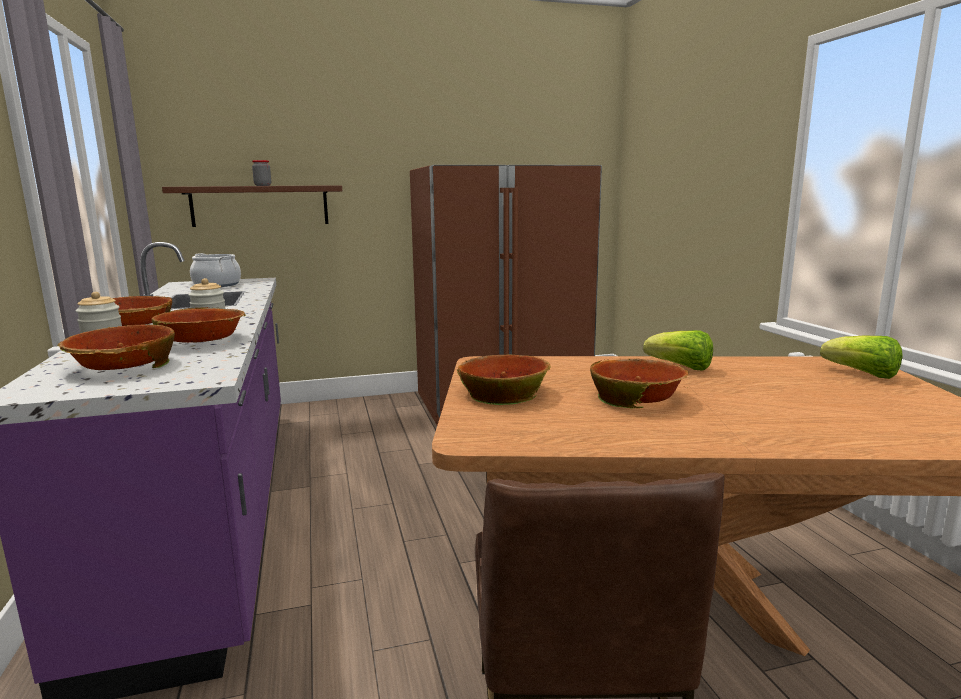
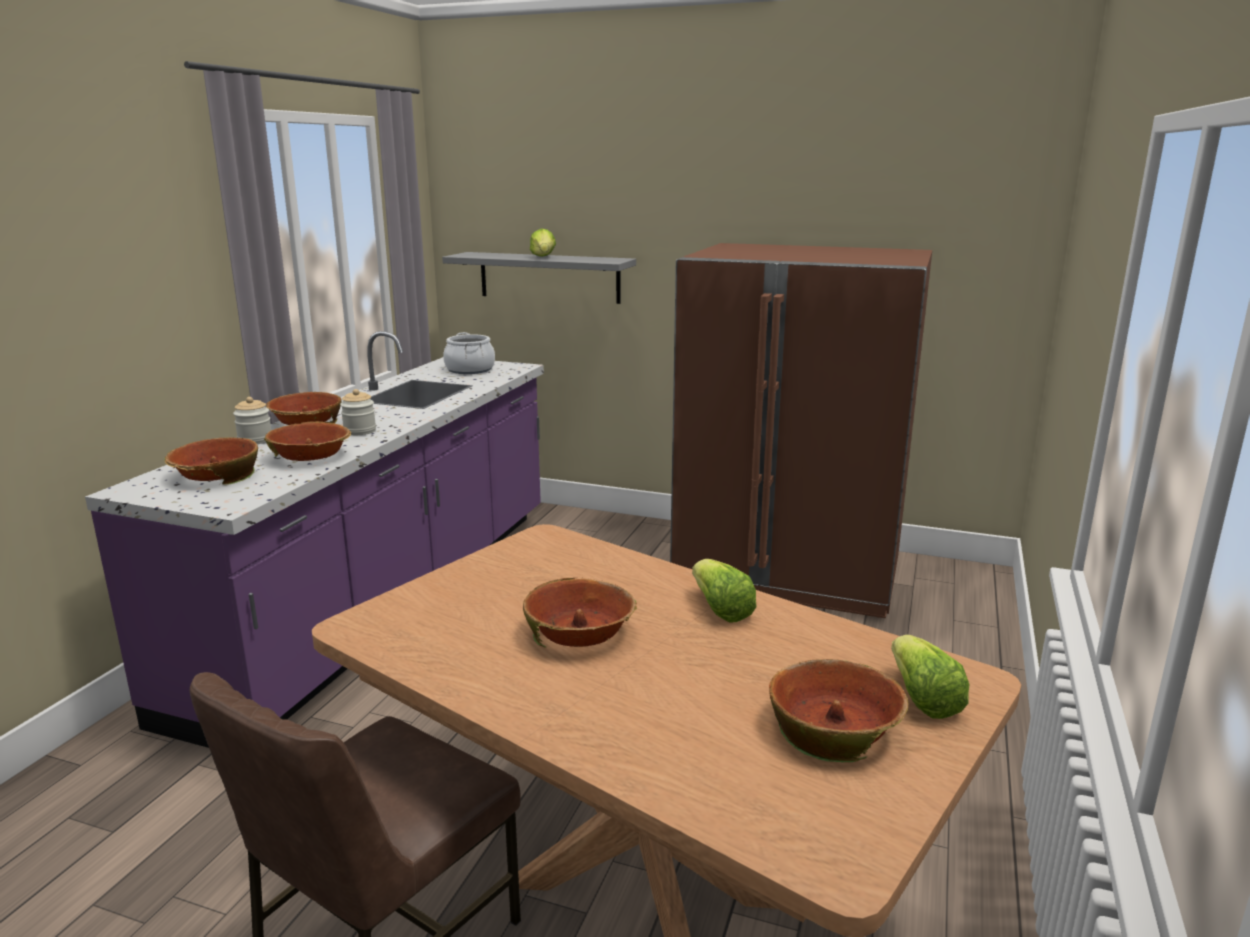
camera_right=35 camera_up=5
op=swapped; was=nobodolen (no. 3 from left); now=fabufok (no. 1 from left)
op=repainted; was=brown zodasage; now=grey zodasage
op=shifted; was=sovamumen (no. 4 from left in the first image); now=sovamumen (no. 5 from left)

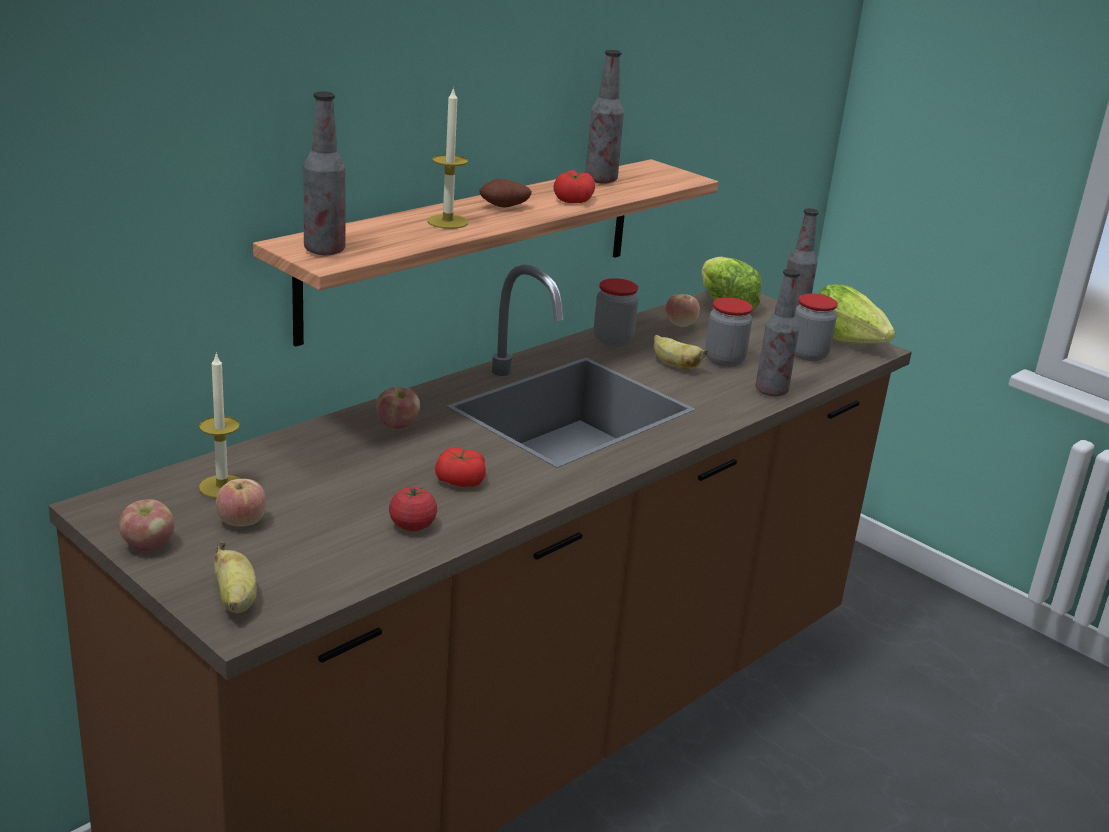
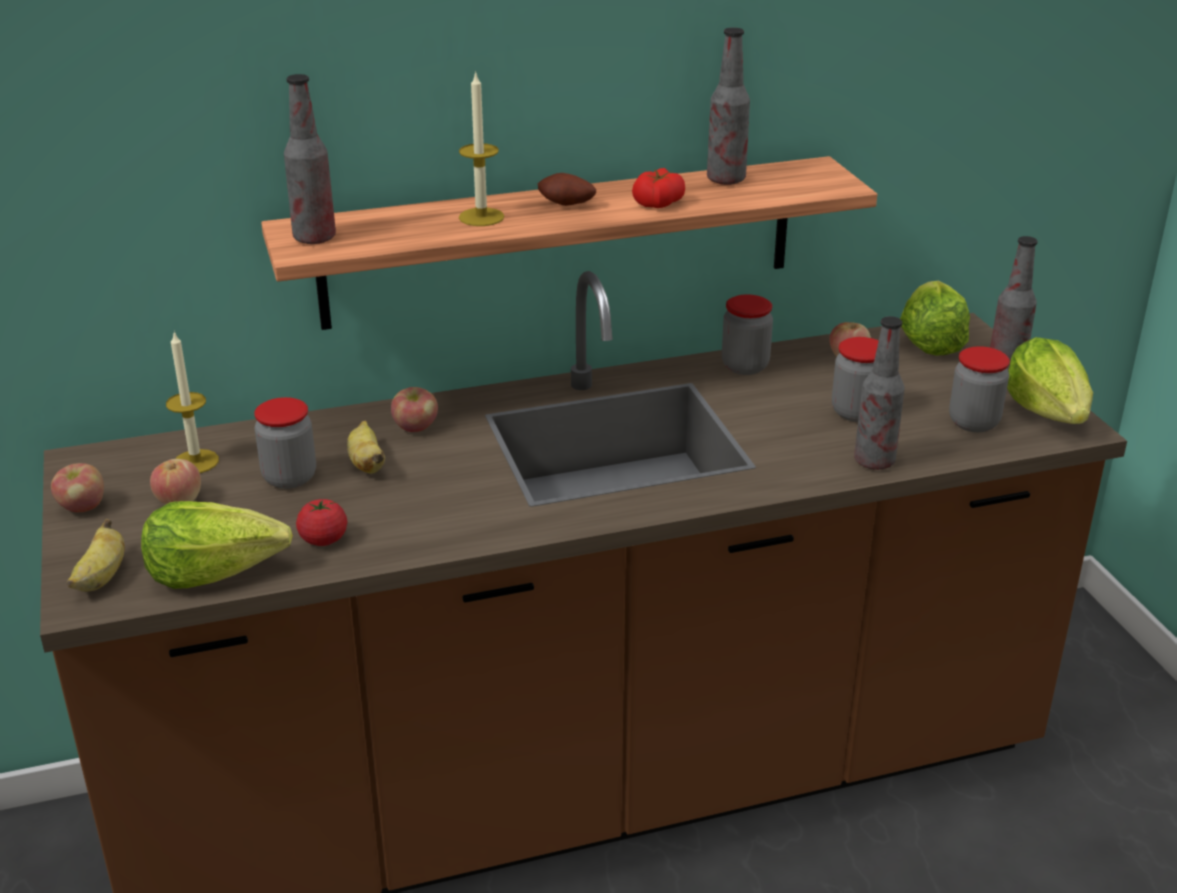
camera_right=30 camera_up=5
op=shifted; was=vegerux (no. 2 from left)
op=gone; was=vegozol (no. 2 from left)
op=new; now=nobodolen (no. 1 from left)
op=new; now=fabufok (no. 1 from left)

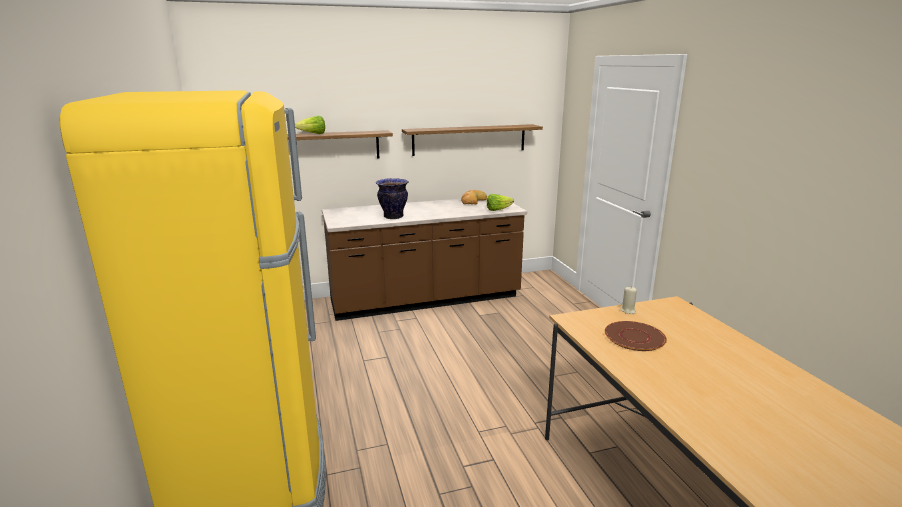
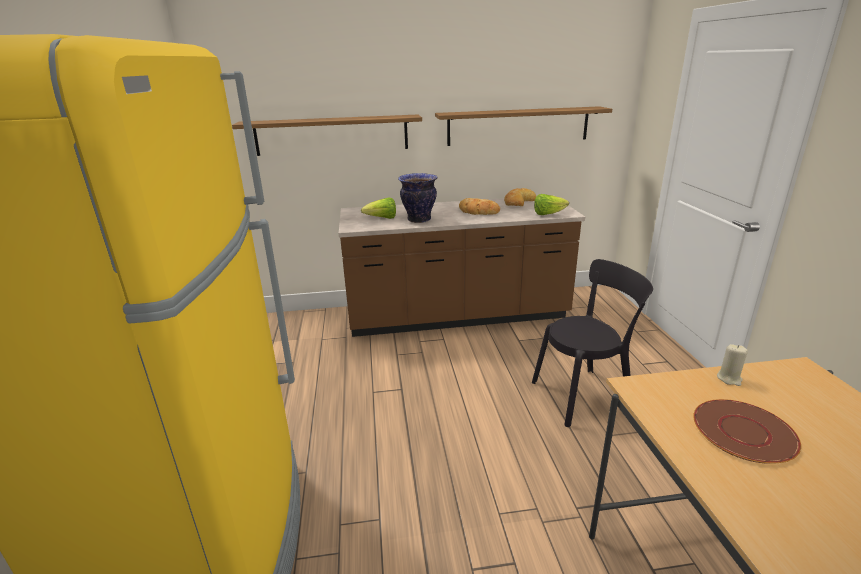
camera_right=10 camera_up=5
op=shifted; was=fabufok (no. 1 from left)
op=new; now=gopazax (no. 1 from left)
op=new; now=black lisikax

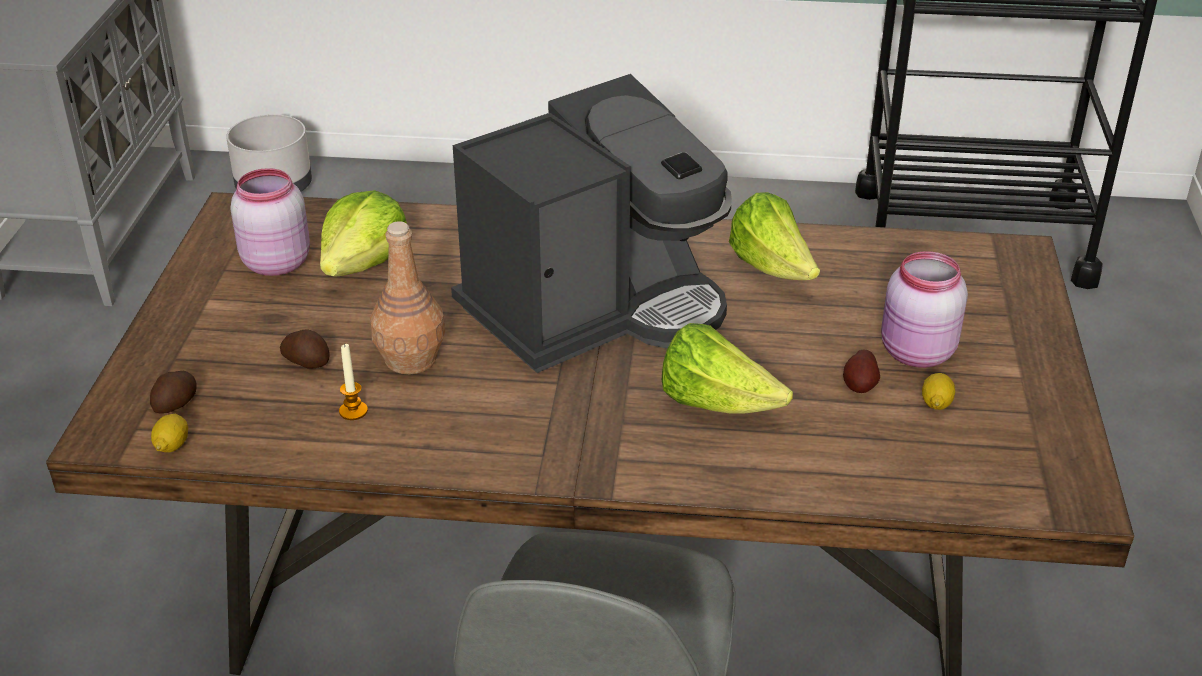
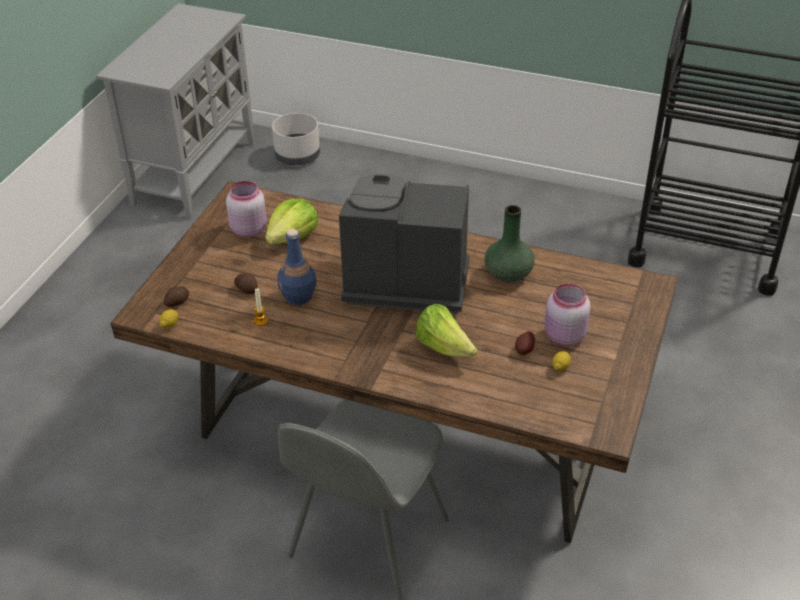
camera_right=15 camera_up=5
op=rotated; was=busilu; clockwise=-150
op=swapped; was=fabufok (no. 3 from left); now=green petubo
op=repainted; was=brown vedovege; now=blue vedovege

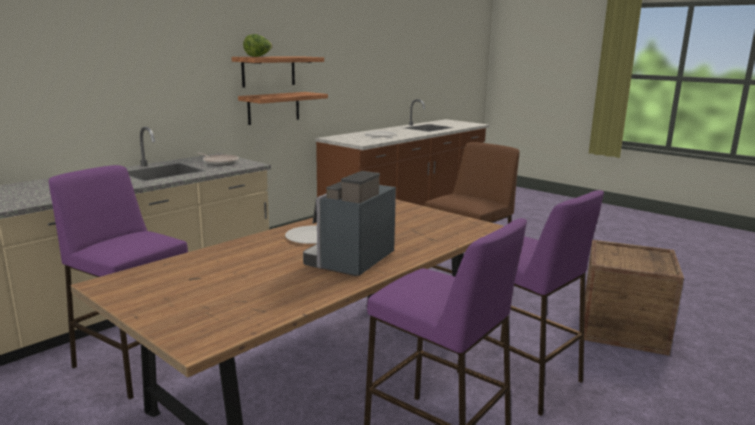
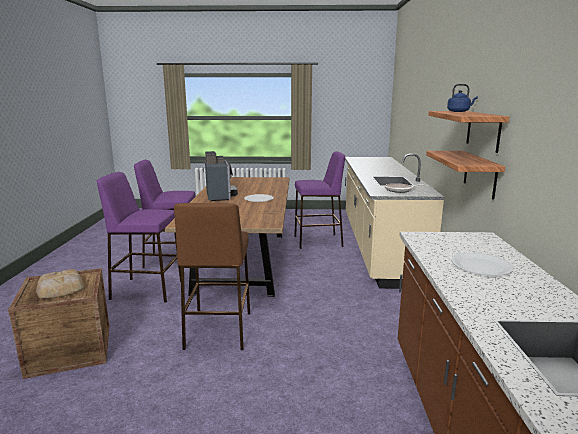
camera_right=140 camera_up=0
op=swapped; was=fabufok; now=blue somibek
op=new; now=gopazax

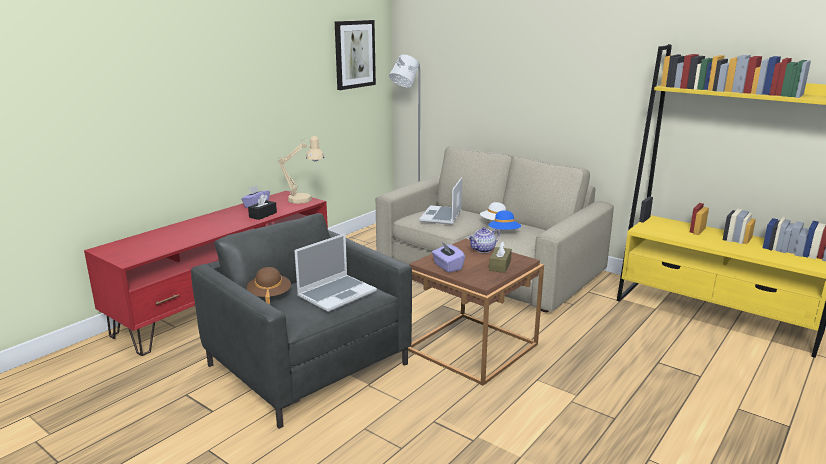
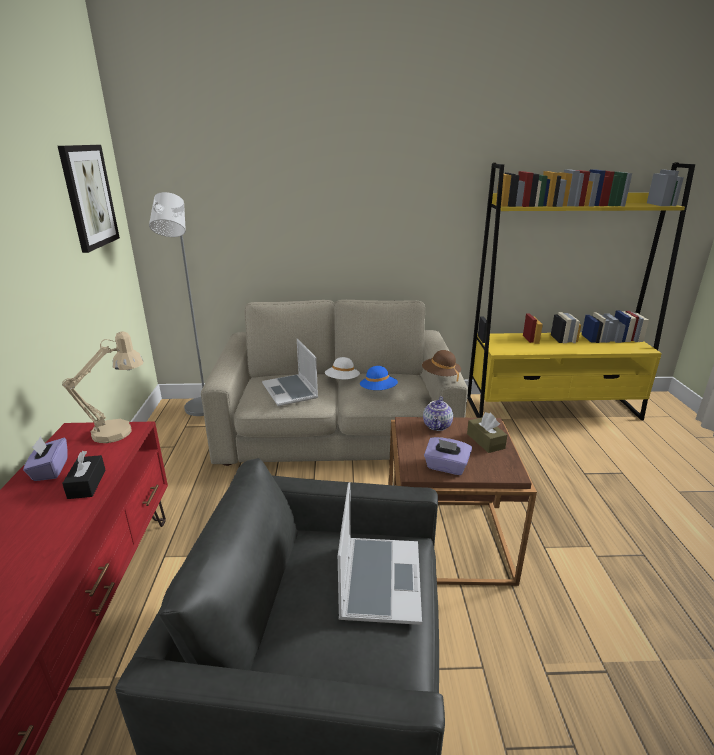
camera_right=-40 camera_up=5
op=shifted; was=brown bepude

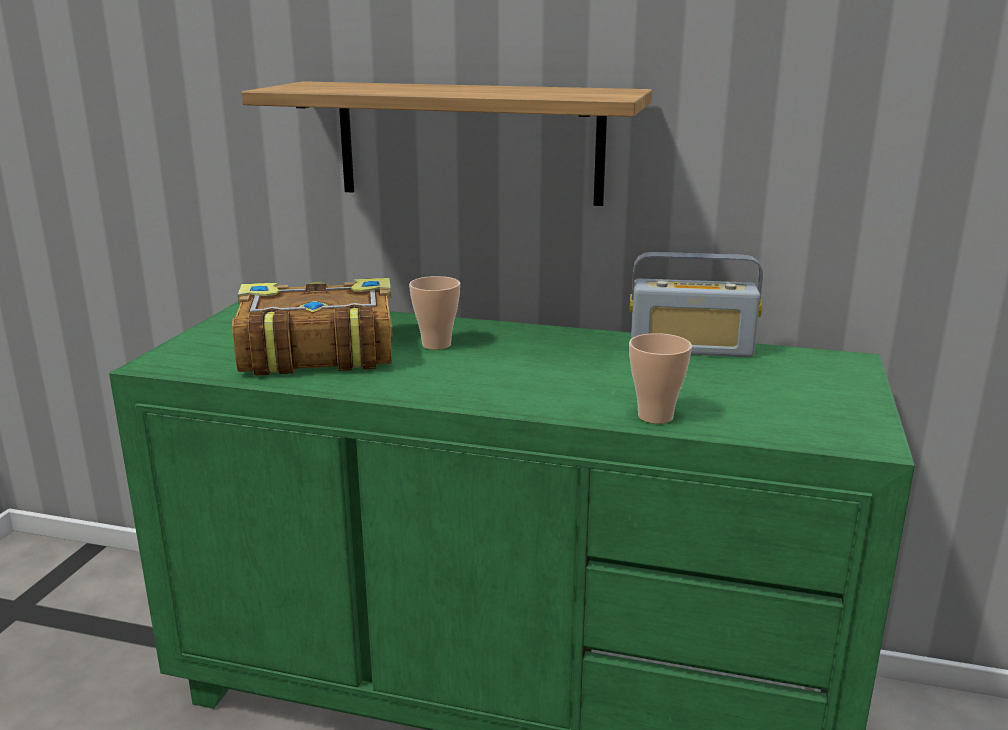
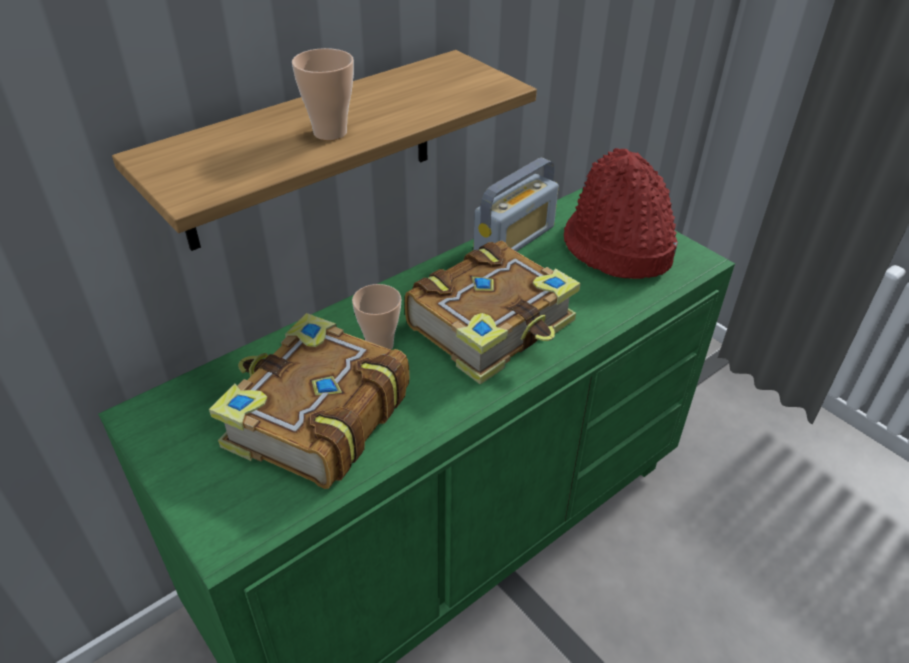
camera_right=-55 camera_up=20
op=shifted; was=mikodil (no. 2 from left in the first image); now=mikodil (no. 1 from left)
op=new; now=red bepude
op=new; now=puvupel (no. 2 from left)

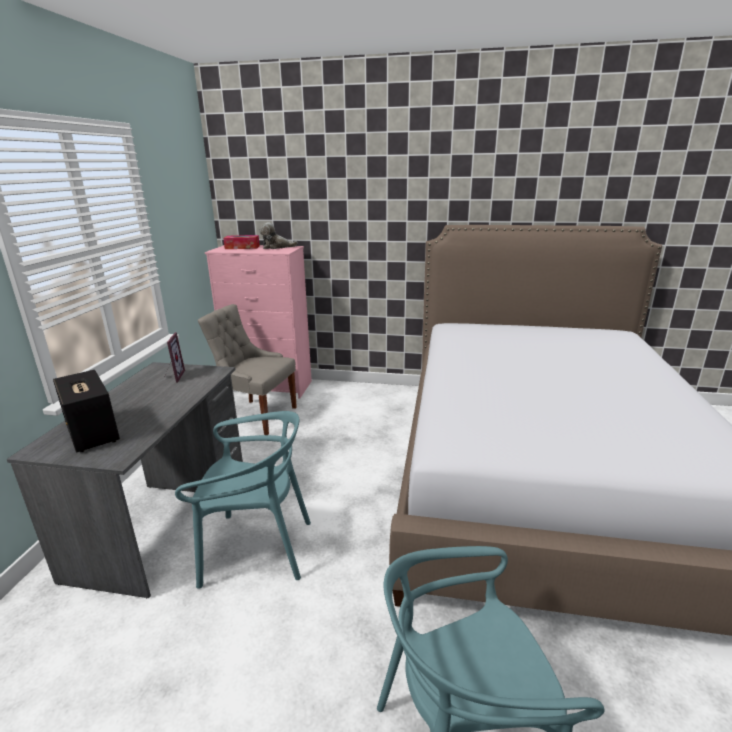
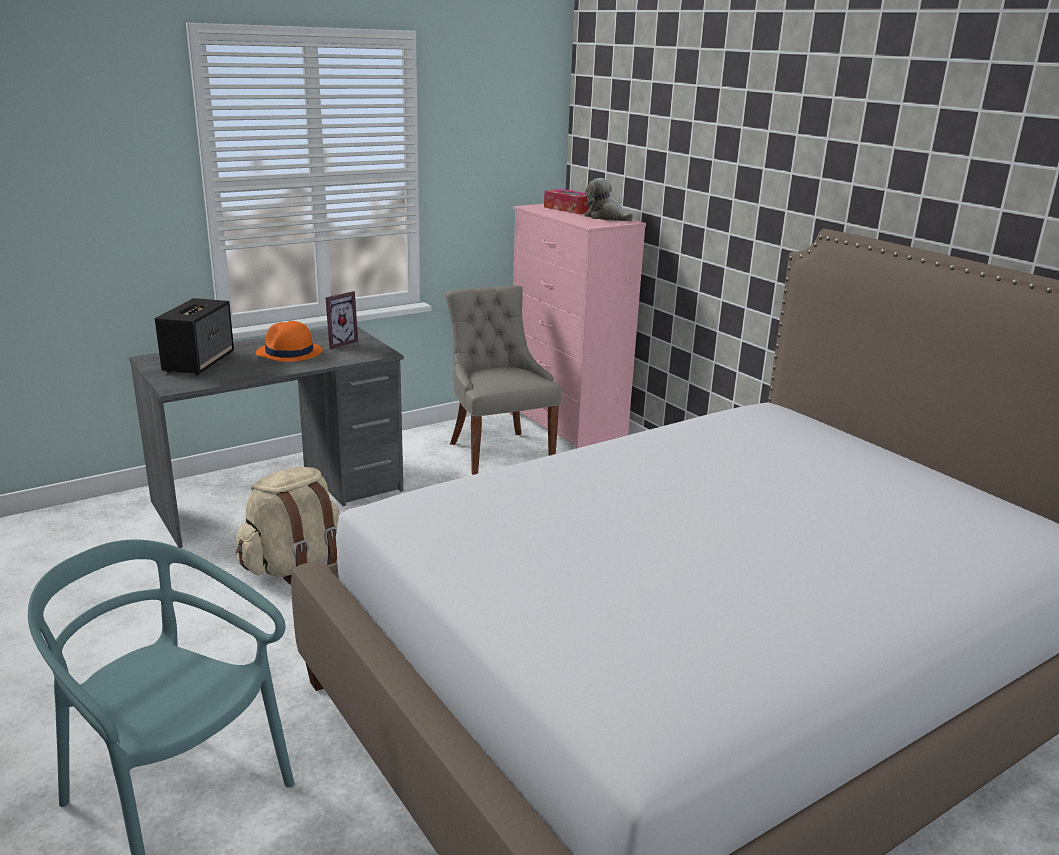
camera_right=45 camera_up=0
op=swapped; was=turquoise lisikax (no. 1 from left); now=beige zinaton
op=new; now=orange bepude

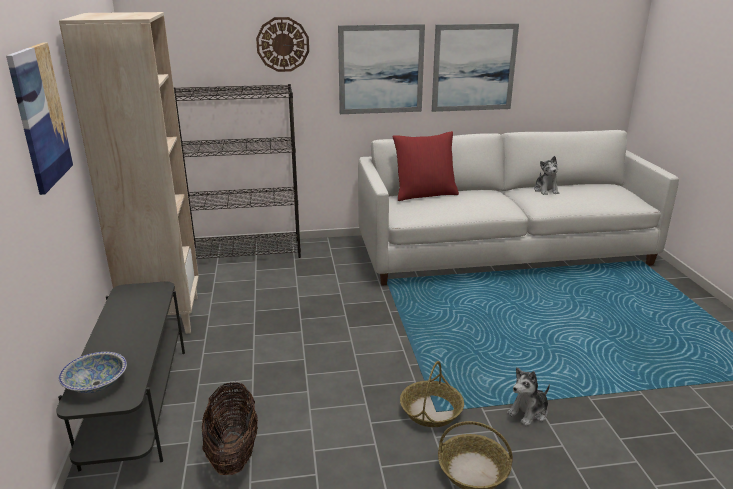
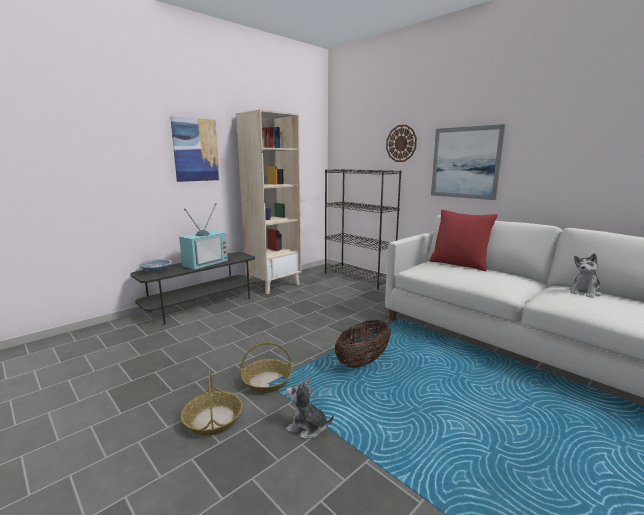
camera_right=55 camera_up=-10
op=gone; was=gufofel (no. 3 from left)
op=shifted; was=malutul (no. 1 from left in the first image); now=malutul (no. 3 from left)
op=new; now=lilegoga

